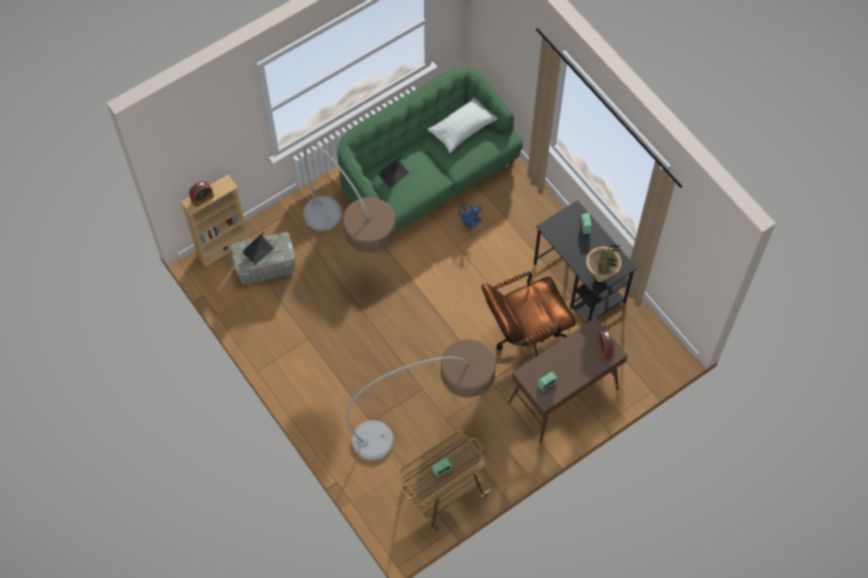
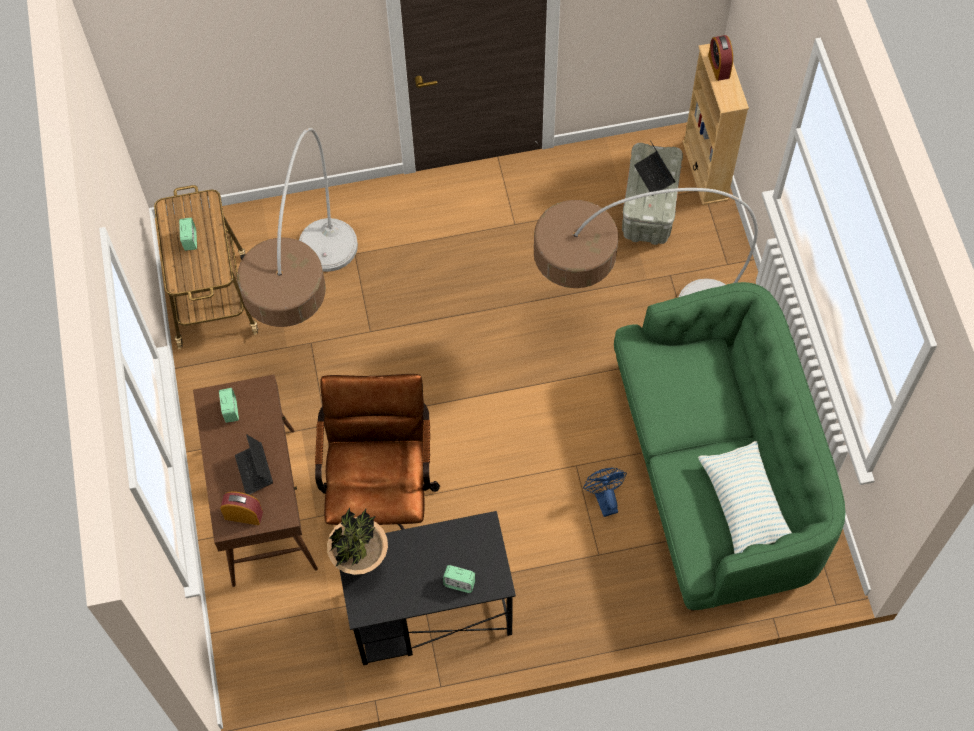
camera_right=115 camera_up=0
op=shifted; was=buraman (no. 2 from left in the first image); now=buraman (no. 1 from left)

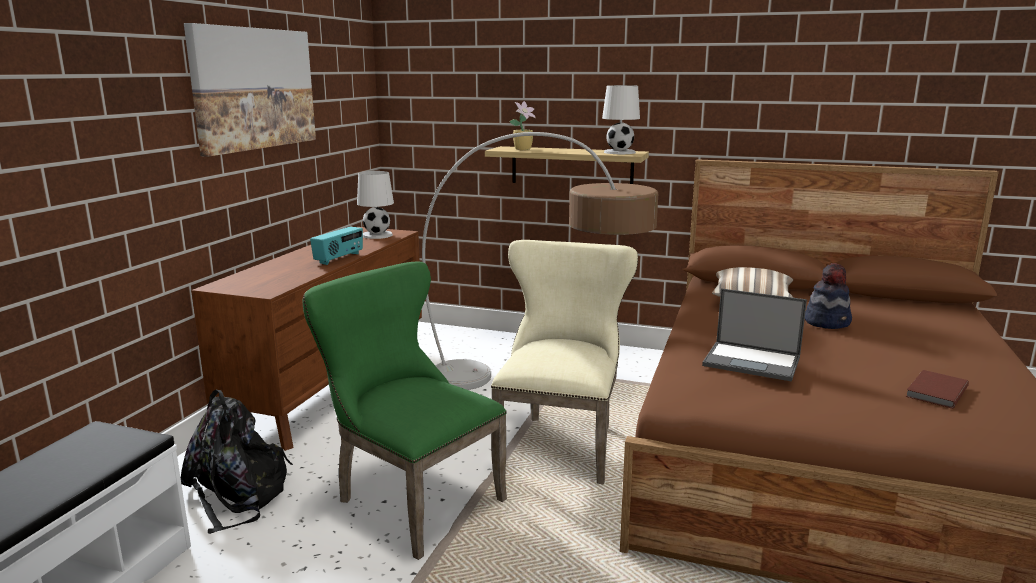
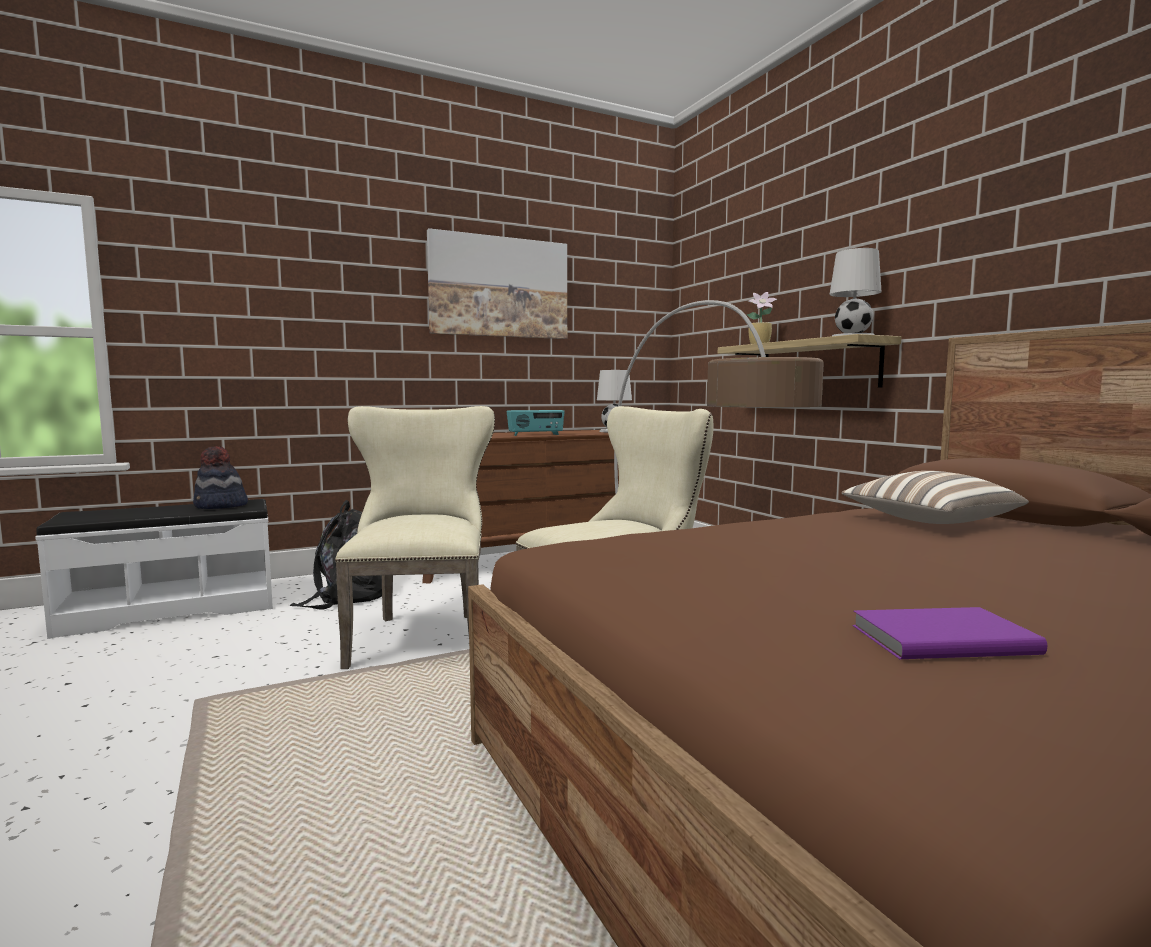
camera_right=45 camera_up=-10
op=repainted; was=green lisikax; now=beige lisikax (no. 1 from left)
op=shifted; was=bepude
op=gone; was=buraman
op=repainted; was=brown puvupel; now=purple puvupel

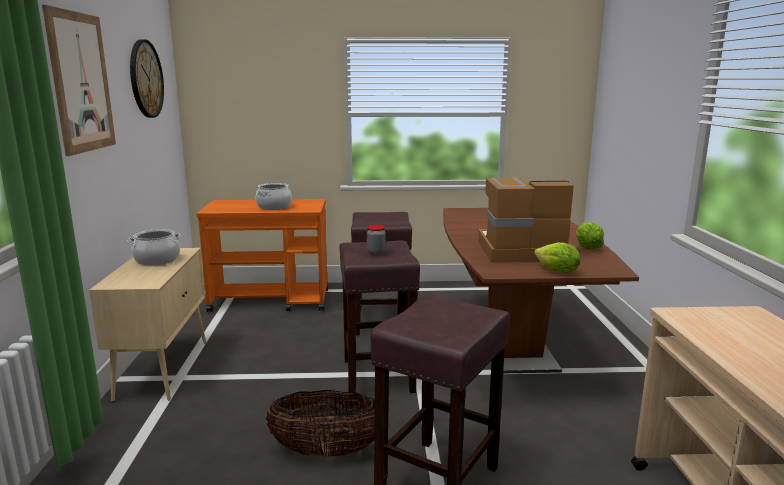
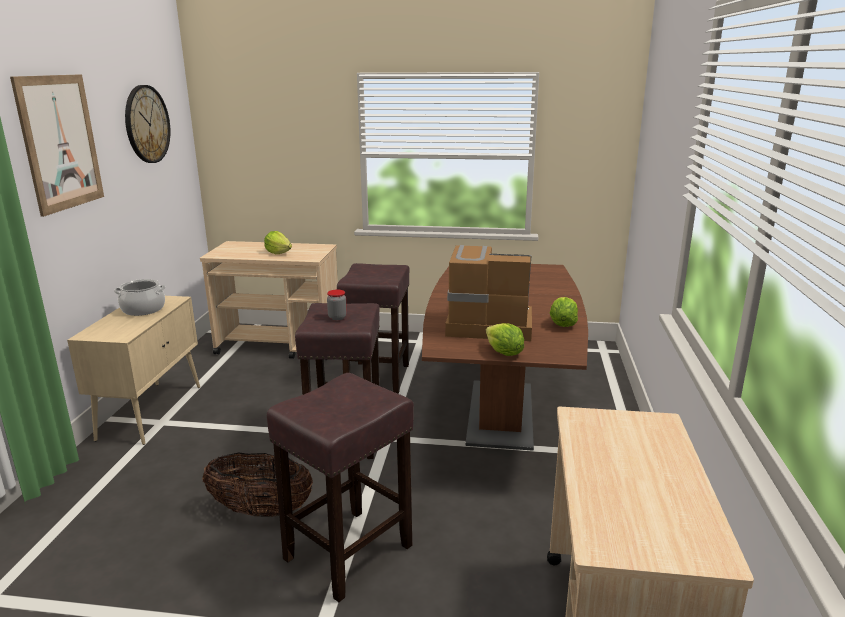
camera_right=10 camera_up=5
op=swapped; was=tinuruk (no. 2 from left); now=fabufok (no. 1 from left)
op=repainted; was=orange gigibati; now=beige gigibati (no. 1 from left)

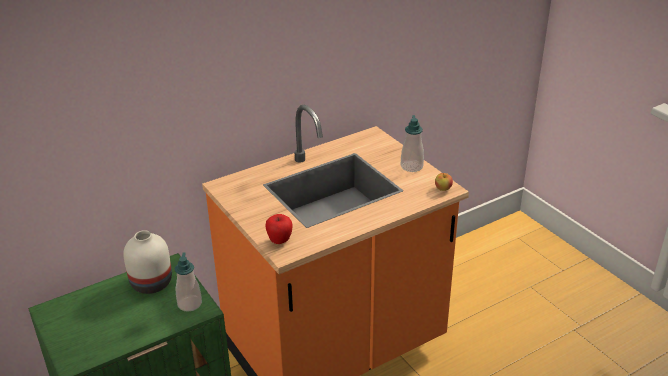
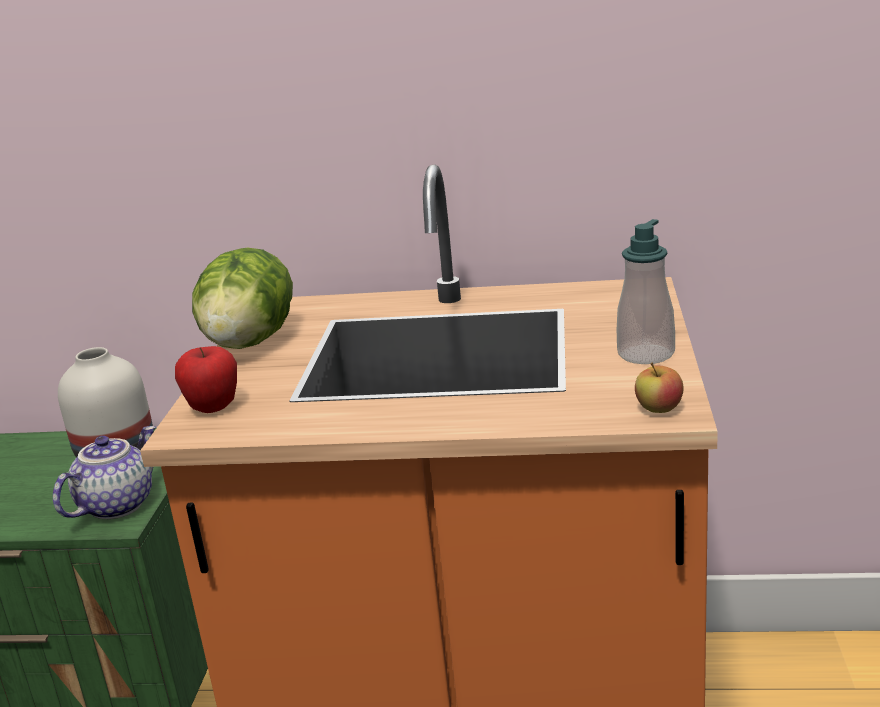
camera_right=40 camera_up=-10
op=swapped; was=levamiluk (no. 1 from left); now=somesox
op=new; now=fabufok

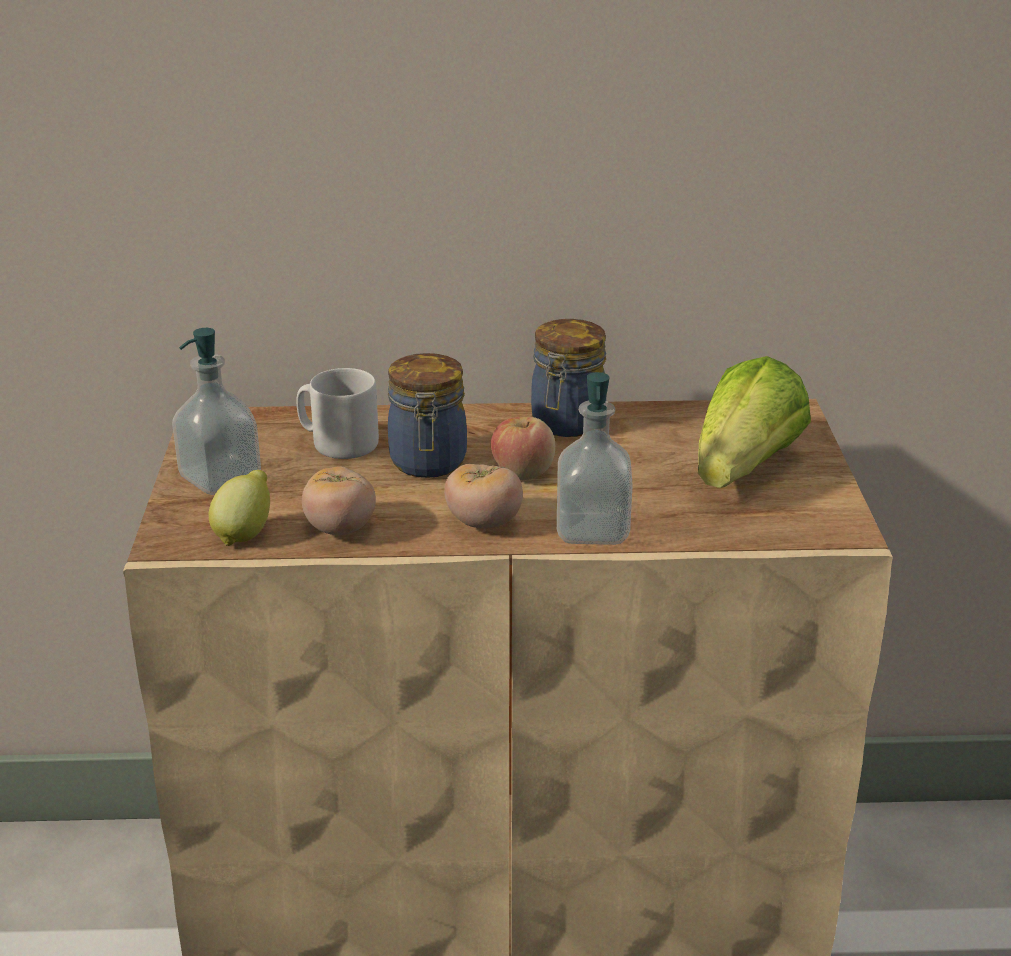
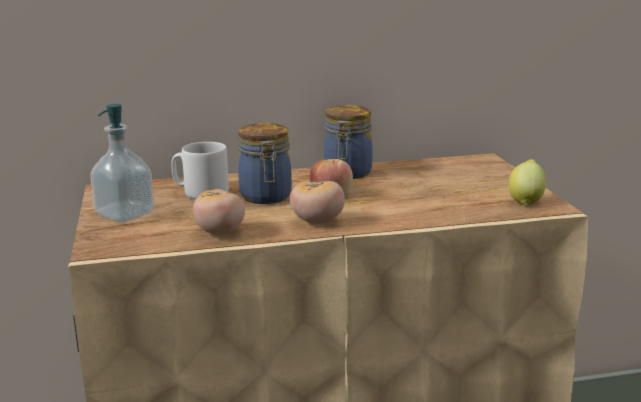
camera_right=-10 camera_up=-10
op=gone; was=fabufok
op=gone; was=levamiluk (no. 2 from left)
op=shifted; was=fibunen

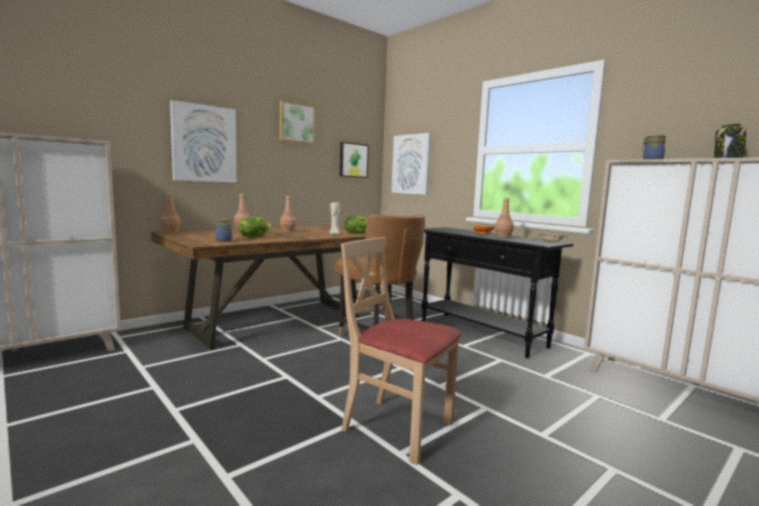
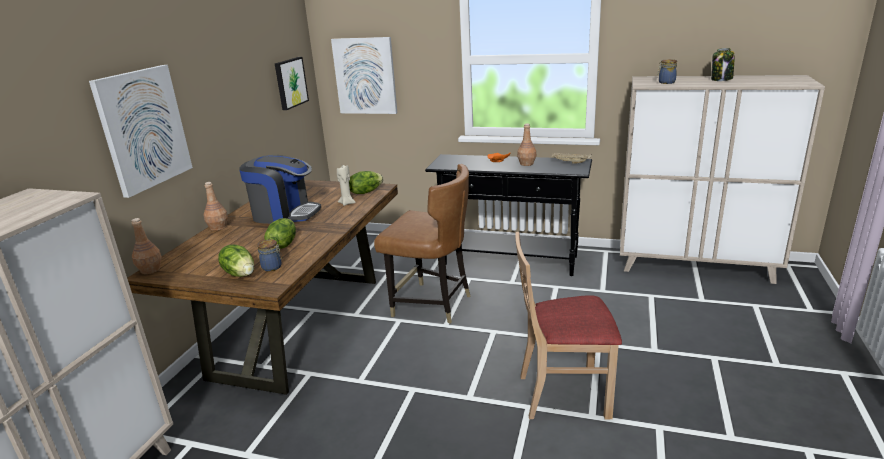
camera_right=-30 camera_up=15
op=gone; was=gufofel (no. 2 from left)
op=swapped; was=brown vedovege (no. 3 from left); now=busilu
op=new; now=fabufok (no. 1 from left)

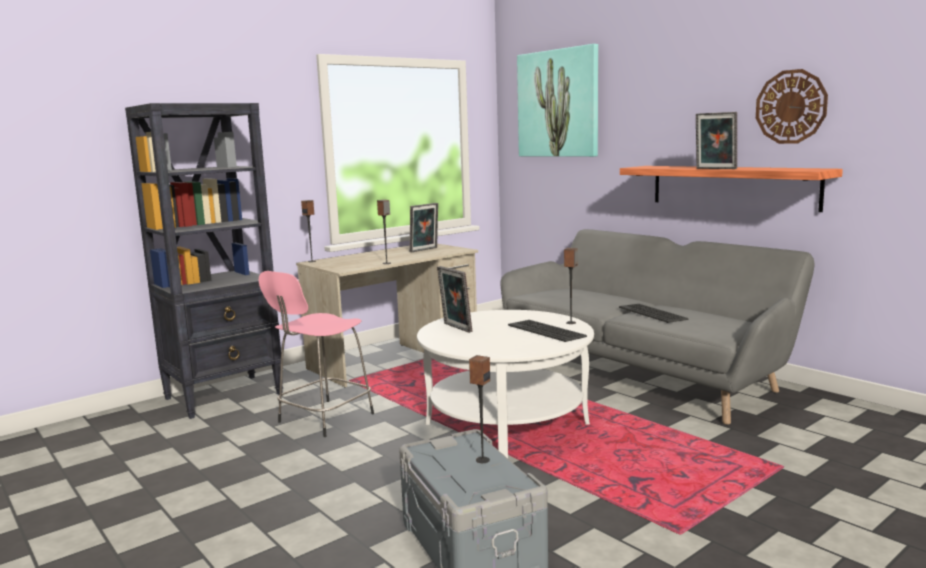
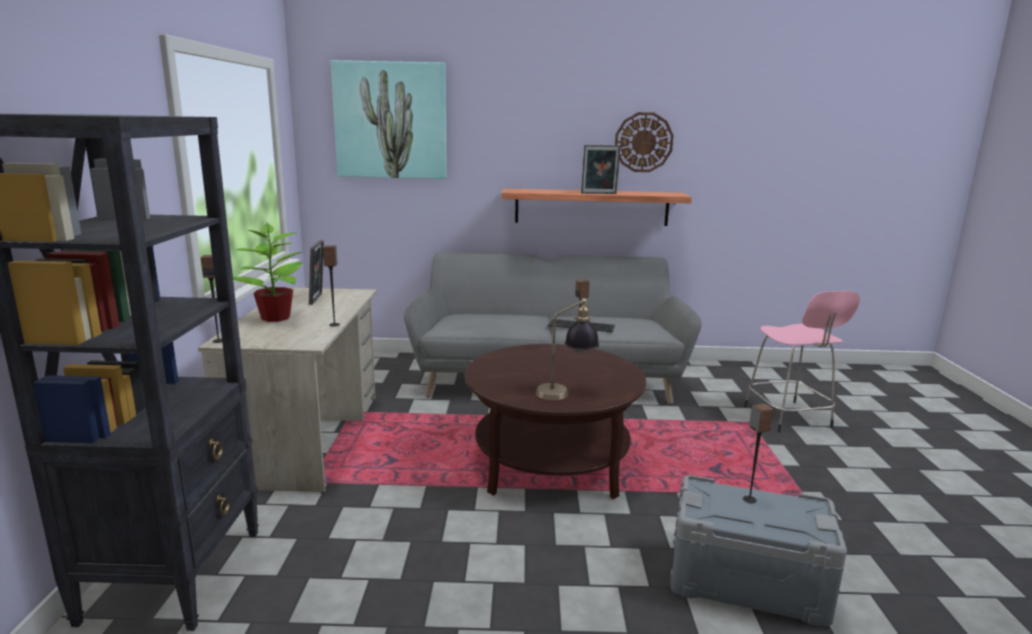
camera_right=-50 camera_up=5
op=gone; was=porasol (no. 2 from left)
op=shifted; was=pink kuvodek
op=repainted; was=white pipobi; now=brown pipobi
op=gone; was=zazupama (no. 1 from left)
op=new; now=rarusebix
op=new; now=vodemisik

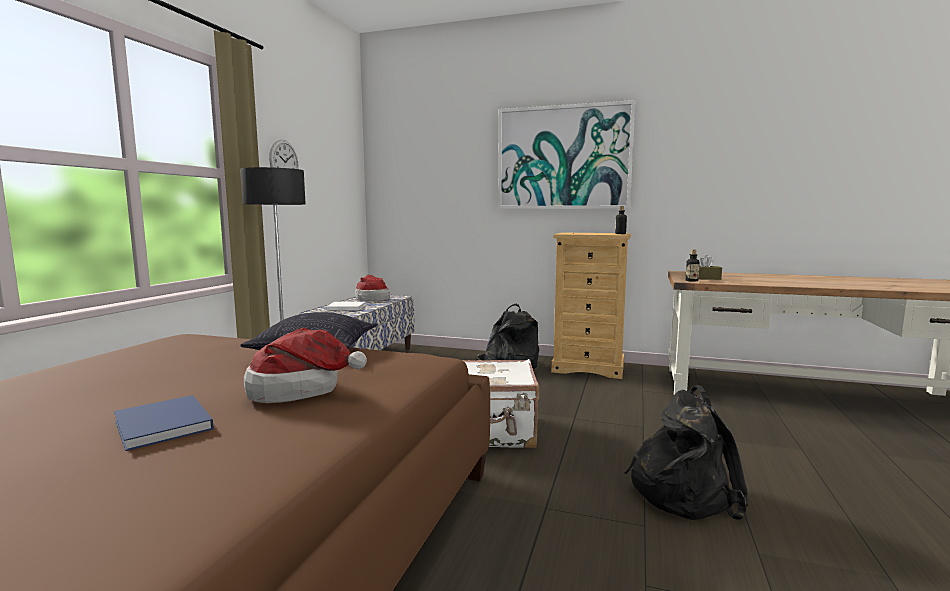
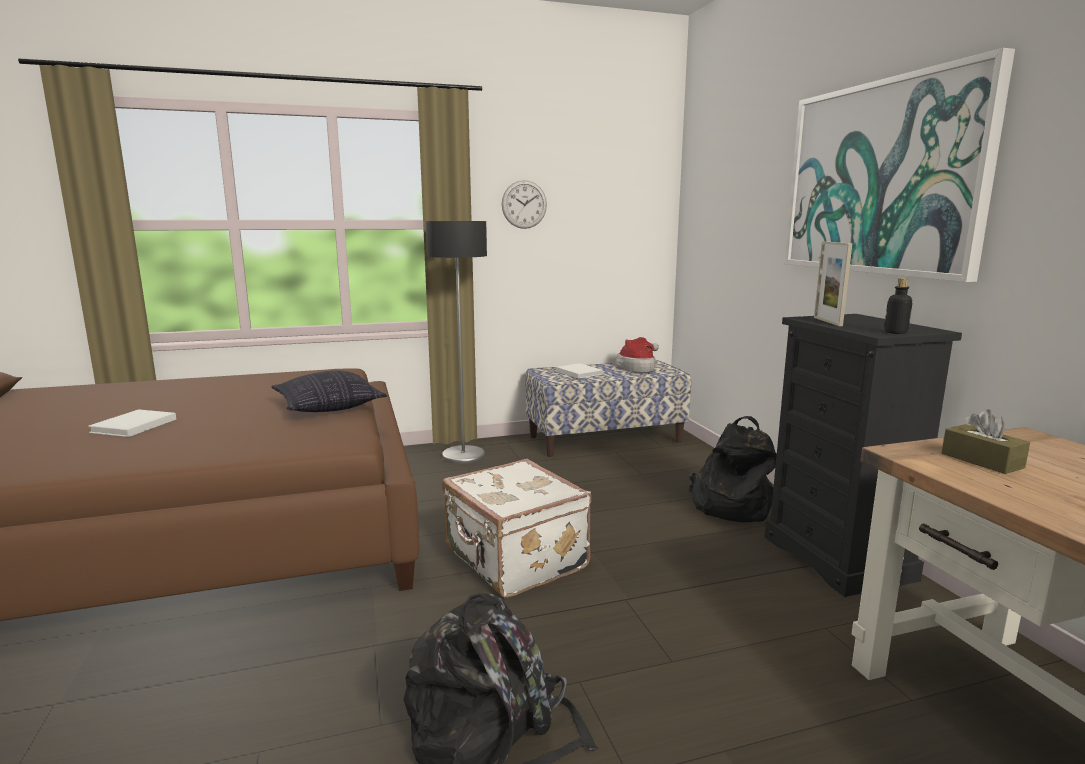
camera_right=55 camera_up=5
op=repainted; was=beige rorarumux; now=black rorarumux
op=gone; was=vedovege (no. 2 from left)
op=gone; was=bepude (no. 1 from left)
op=repainted; was=blue puvupel; now=white puvupel (no. 1 from left)
op=new; now=porasol

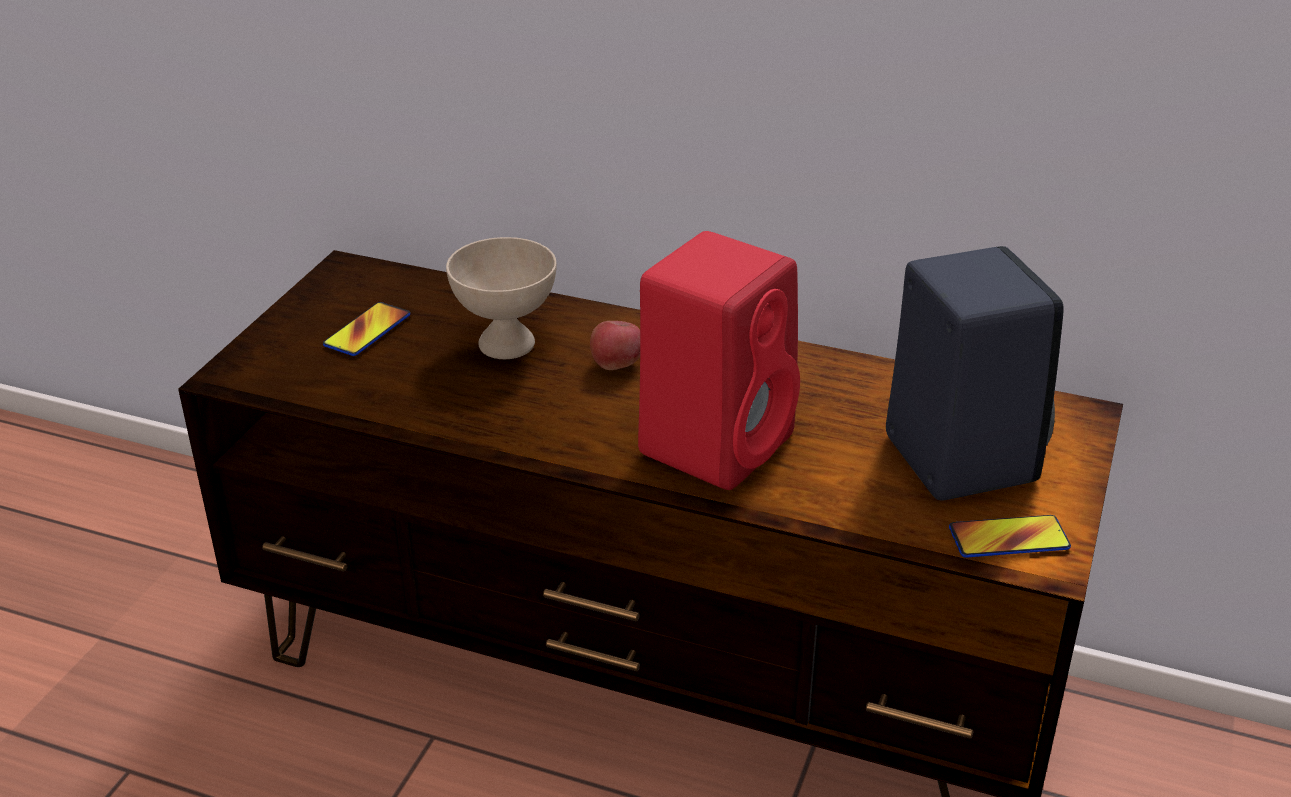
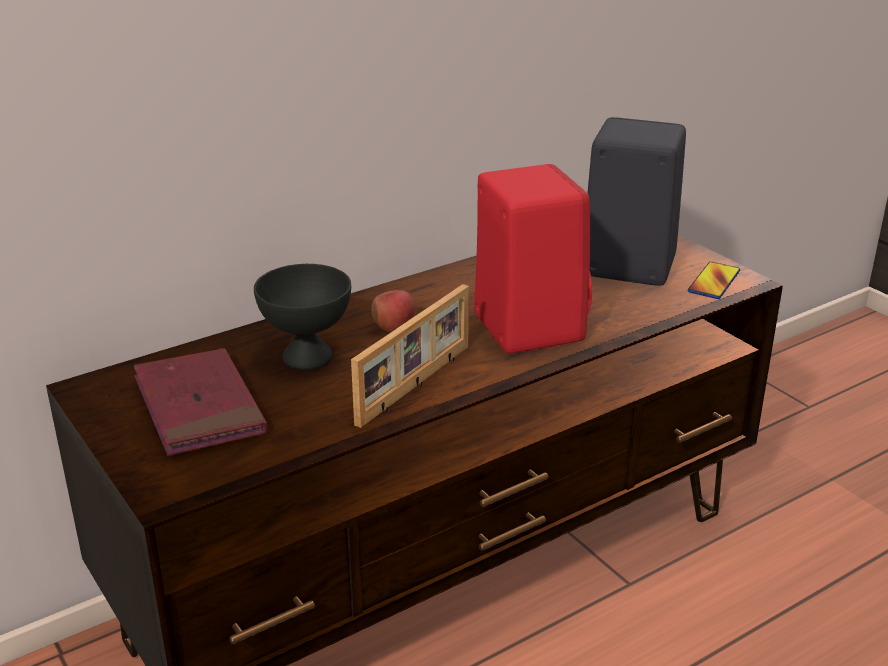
camera_right=-55 camera_up=-5
op=repainted; was=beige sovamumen; now=black sovamumen
op=swapped; was=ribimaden (no. 1 from left); now=red puvupel
op=new; now=porasol

